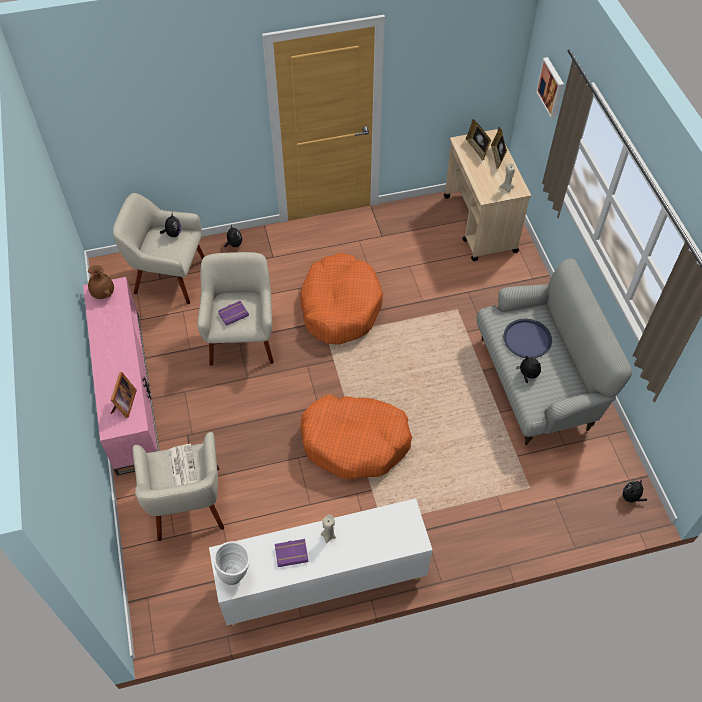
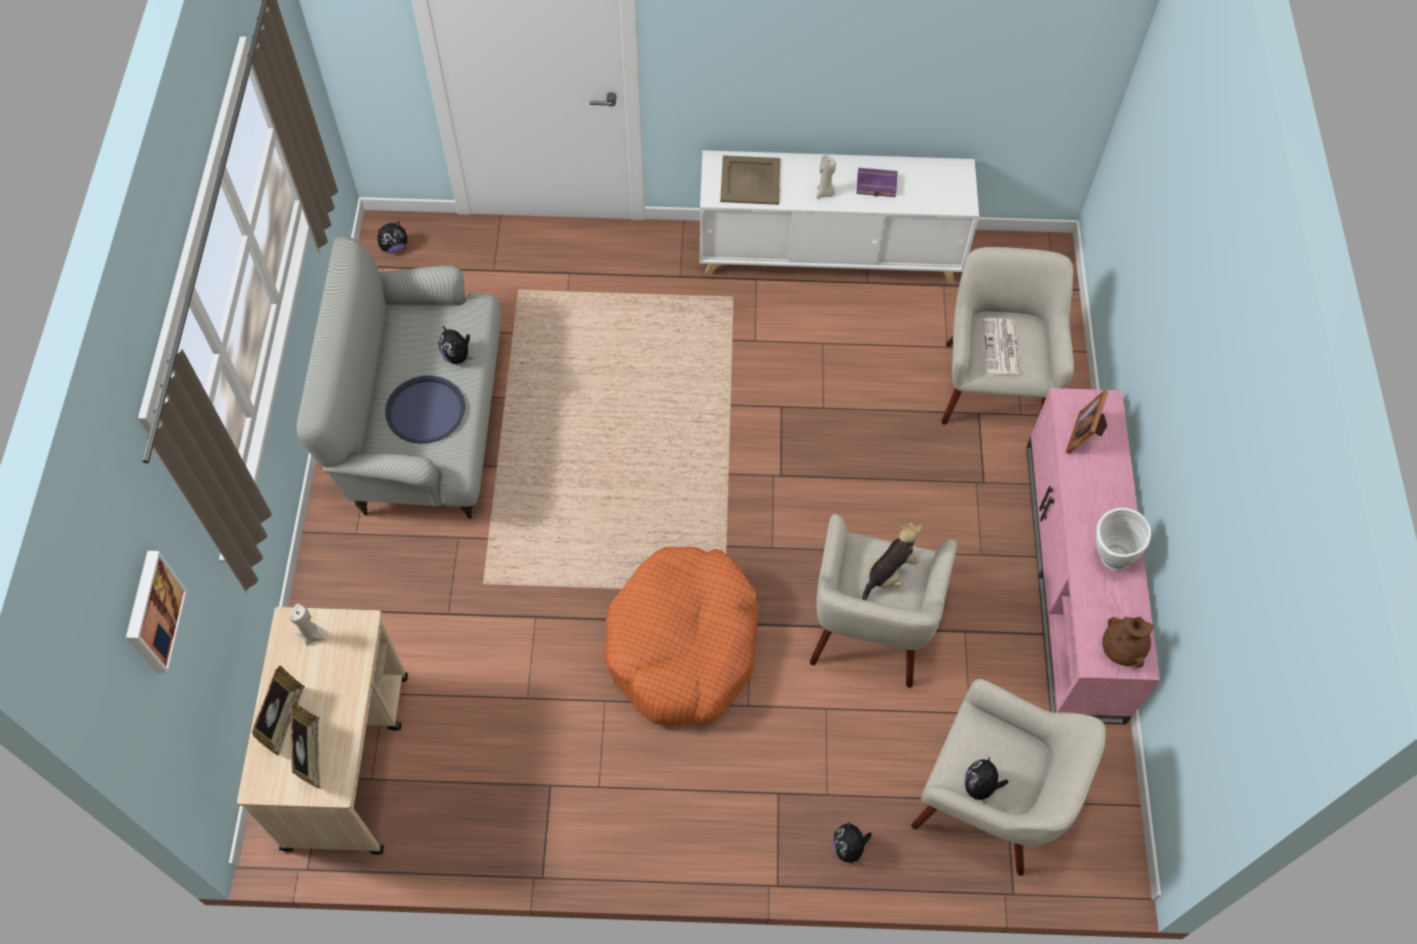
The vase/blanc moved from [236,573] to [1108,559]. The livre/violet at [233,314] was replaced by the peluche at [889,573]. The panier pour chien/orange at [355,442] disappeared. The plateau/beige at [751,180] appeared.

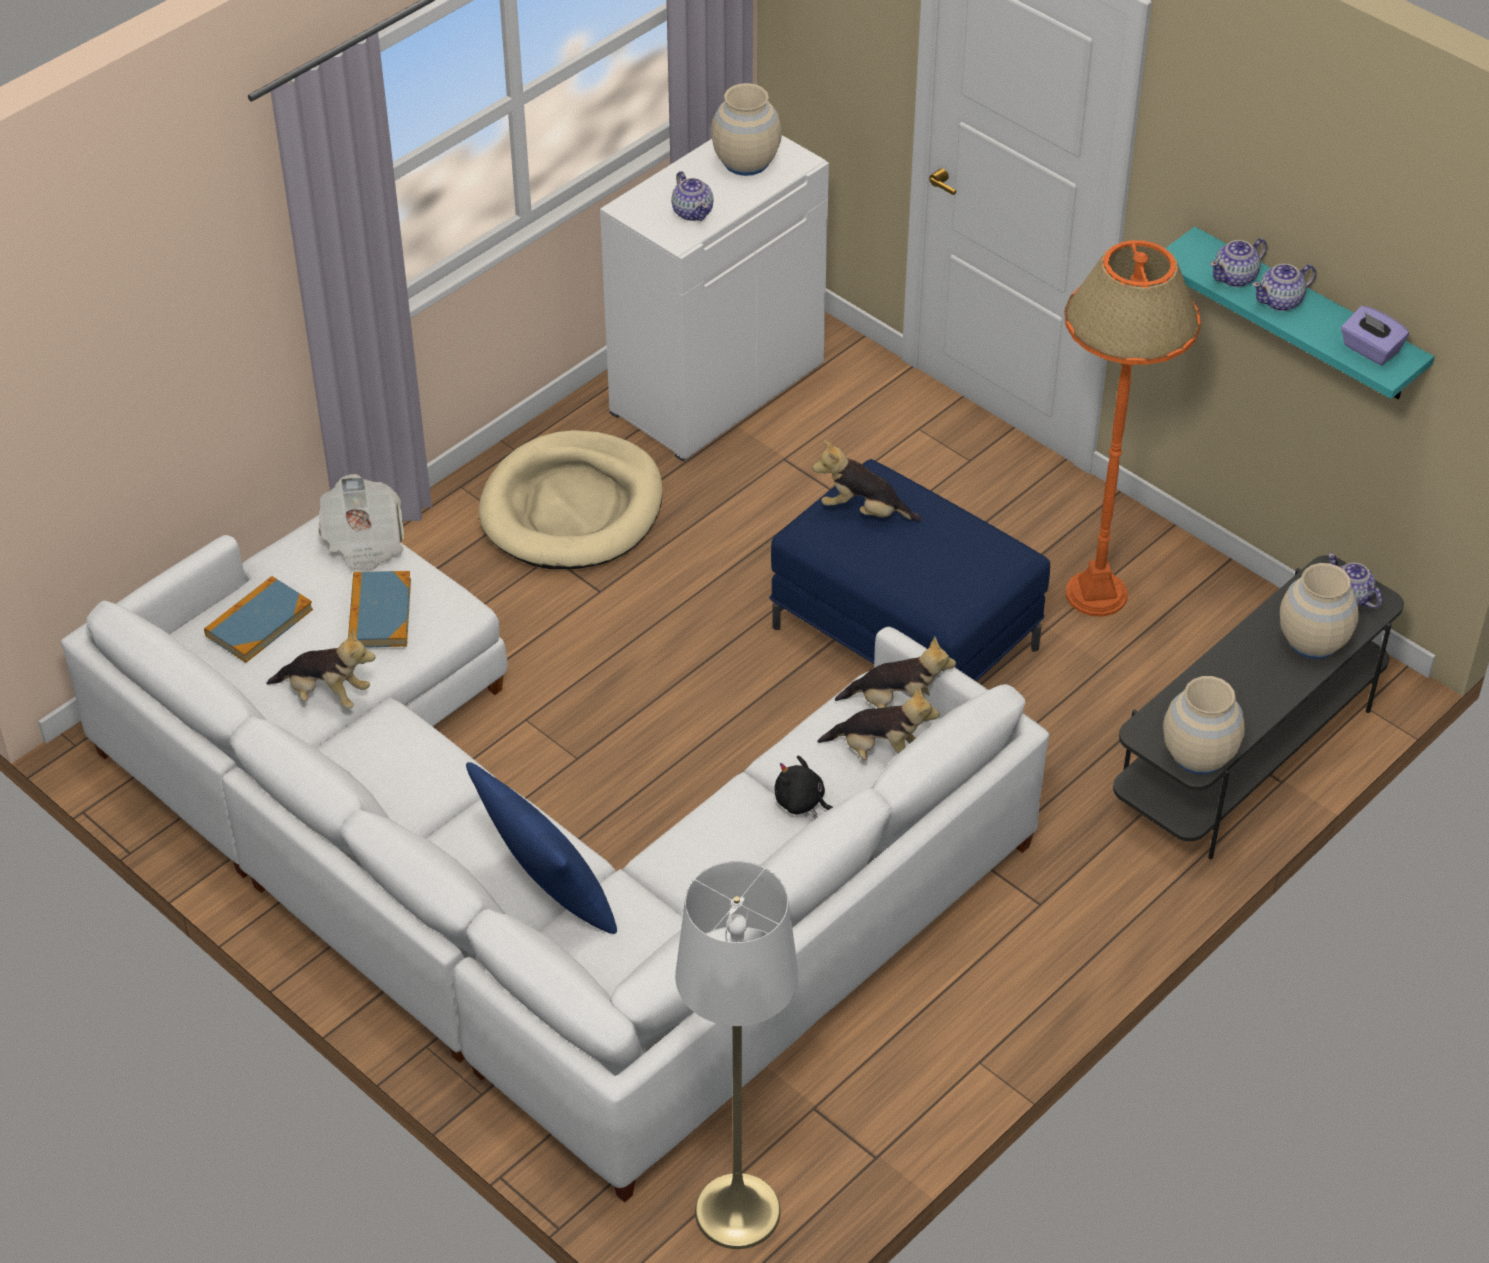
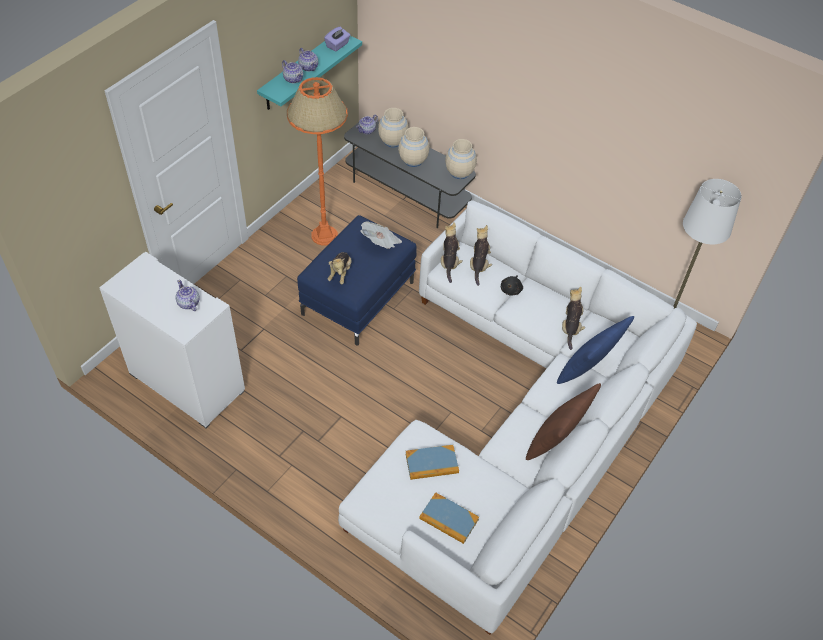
The peluche moved from [325,694] to [570,327]. The journal moved from [364,542] to [381,243]. The panier pour chien/beige at [572,508] disappeared. The théière at [692,212] turned 90 degrees counterclockwise. The vase/beige moved from [746,162] to [413,160]. The coussin/marron at [555,440] appeared.

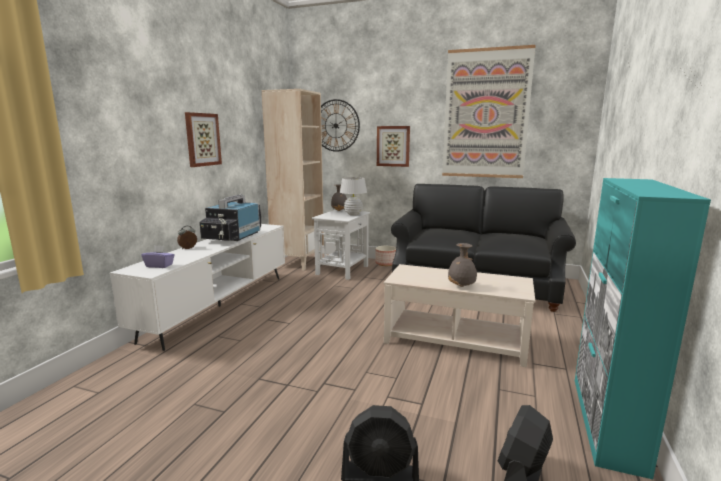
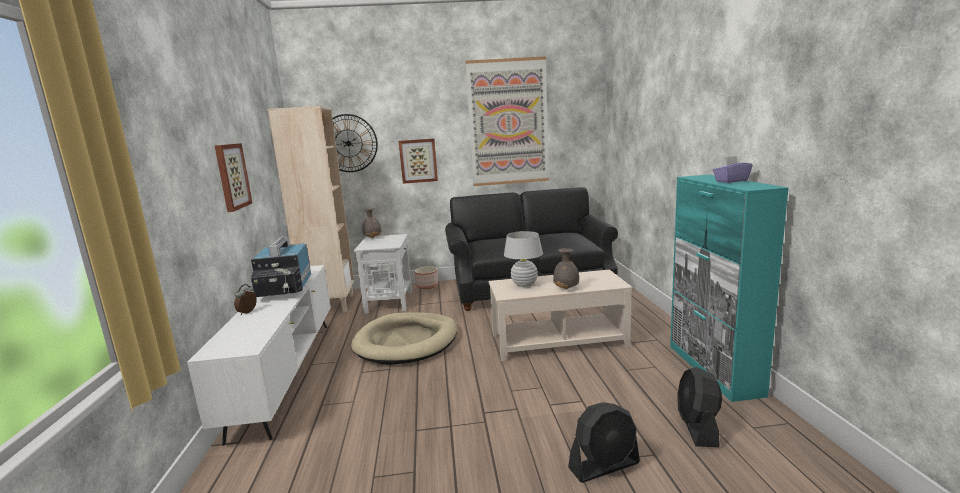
The boîte à mouchoirs/violet moved from [159,265] to [731,181]. The lampe de table/blanc moved from [353,214] to [524,284]. The panier pour chien/beige at [406,342] appeared.

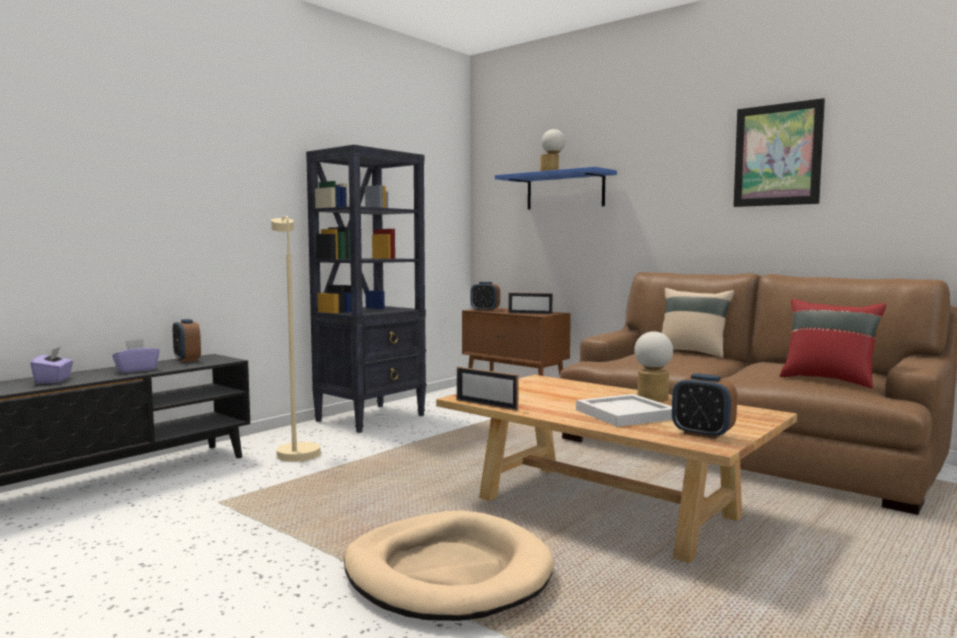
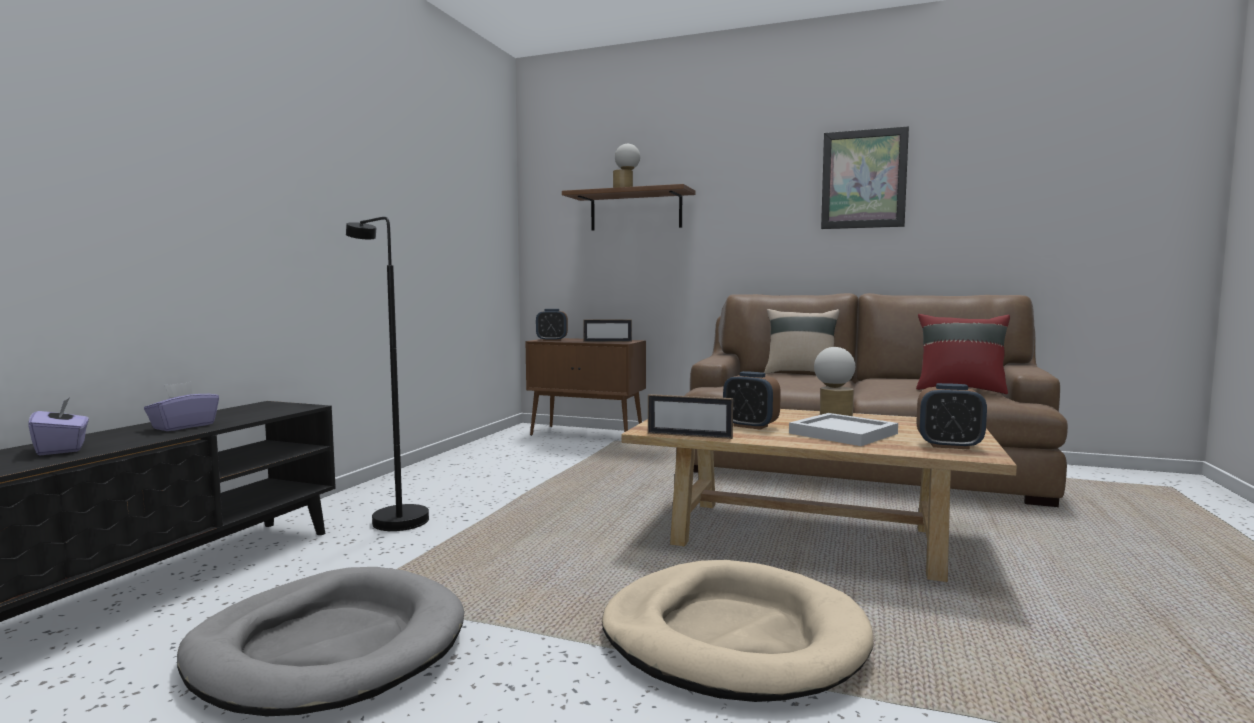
The réveil moved from [187,359] to [750,426]. The lampadaire/beige at [295,451] became the lampadaire/noir at [392,518]. The bibliothèque/noir at [371,418] disappeared. The étagère/bleu at [565,191] became the étagère/marron at [635,211]. The panier pour chien/gris at [329,647] appeared.

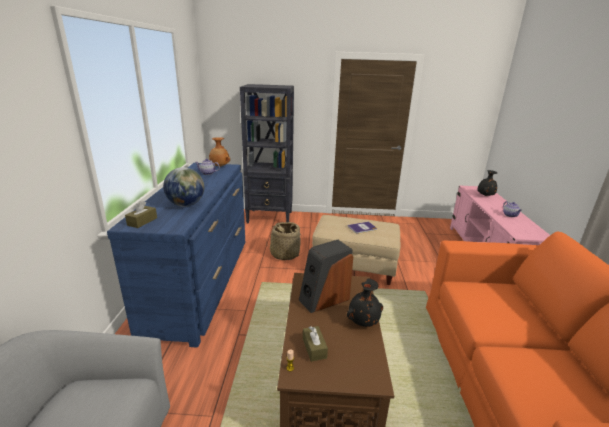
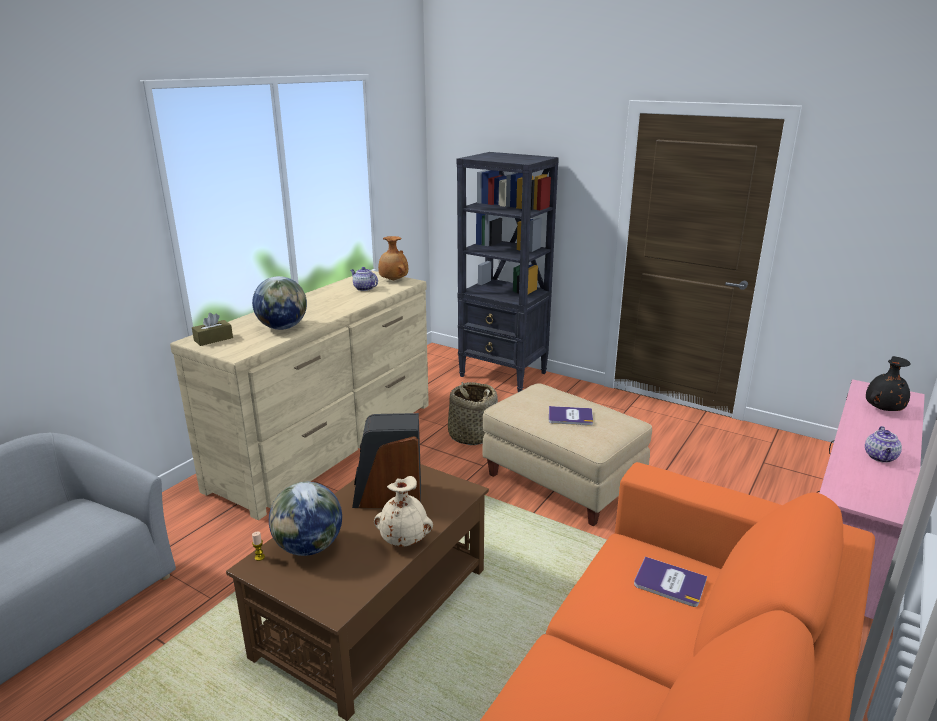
The commode/bleu at [201,282] became the commode/beige at [328,444]. The boîte à mouchoirs/marron at [314,348] was replaced by the globe at [309,547]. The vase/noir at [363,321] became the vase/beige at [404,539]. The livre at [669,582] appeared.

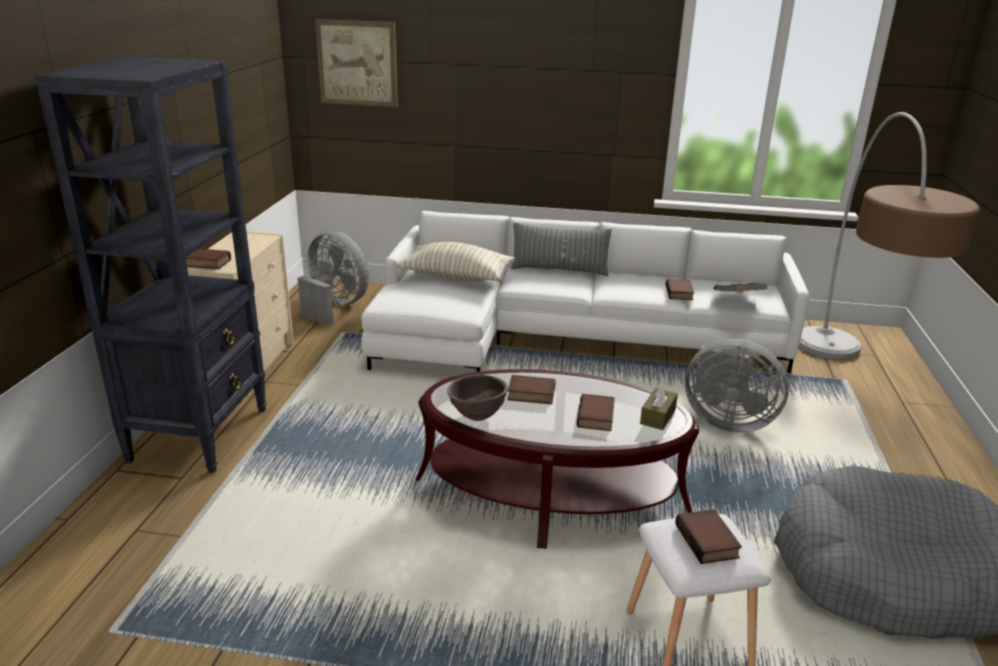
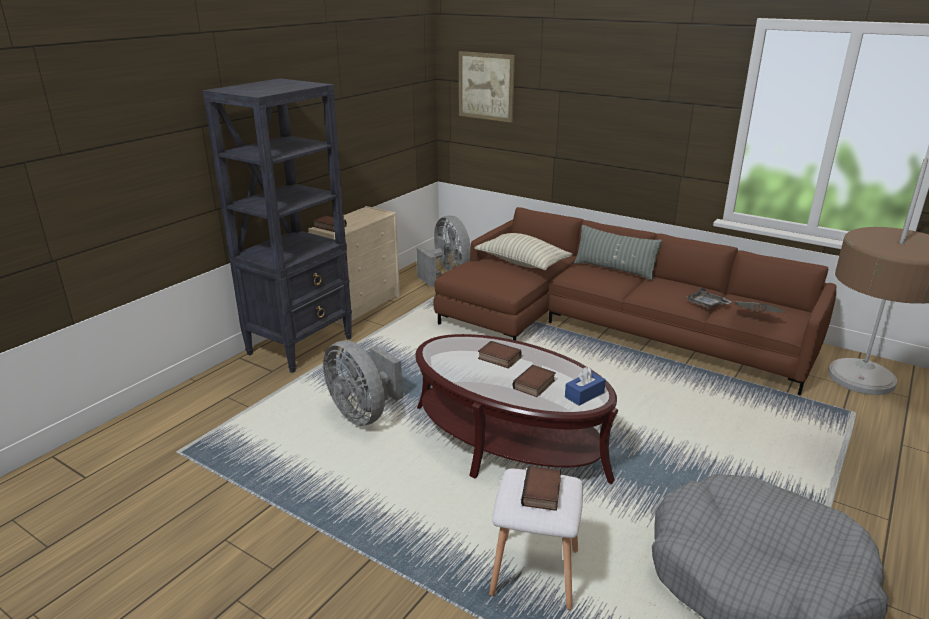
The canapé/blanc at [564,336] became the canapé/marron at [610,326]. The bol/marron at [477,416] disappeared. The boîte à mouchoirs/marron at [658,416] became the boîte à mouchoirs/bleu at [584,395]. The livre at [680,293] was replaced by the plateau/gris at [706,304]. The ventilateur/gris moved from [726,421] to [363,414].

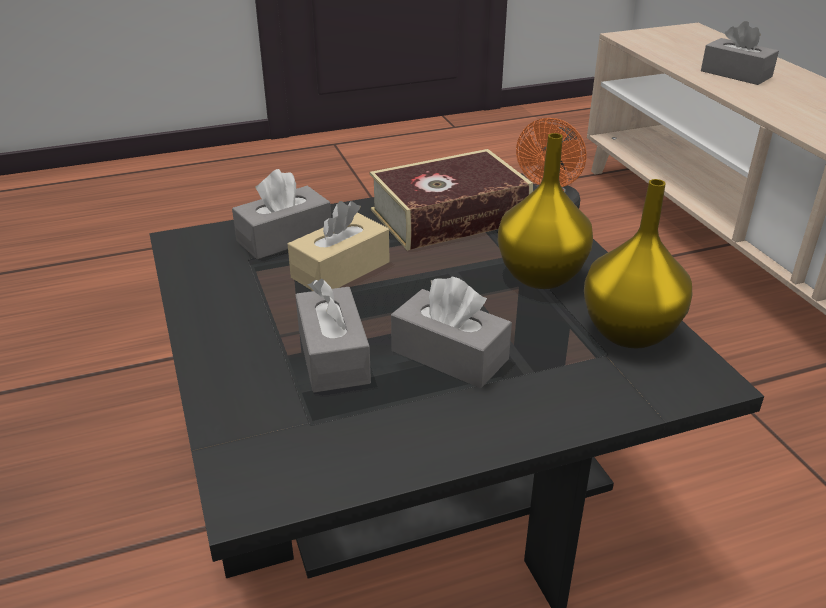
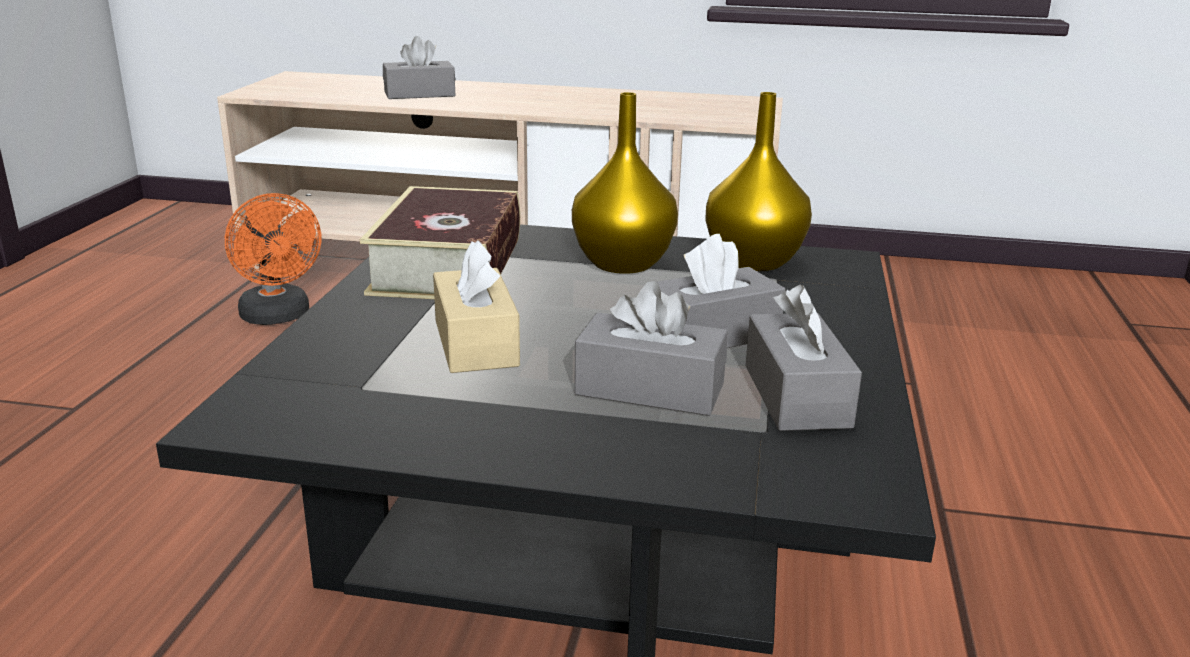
The boîte à mouchoirs/gris moved from [284,237] to [796,396].

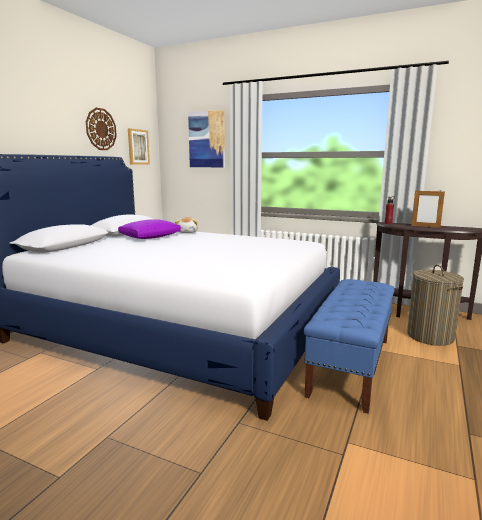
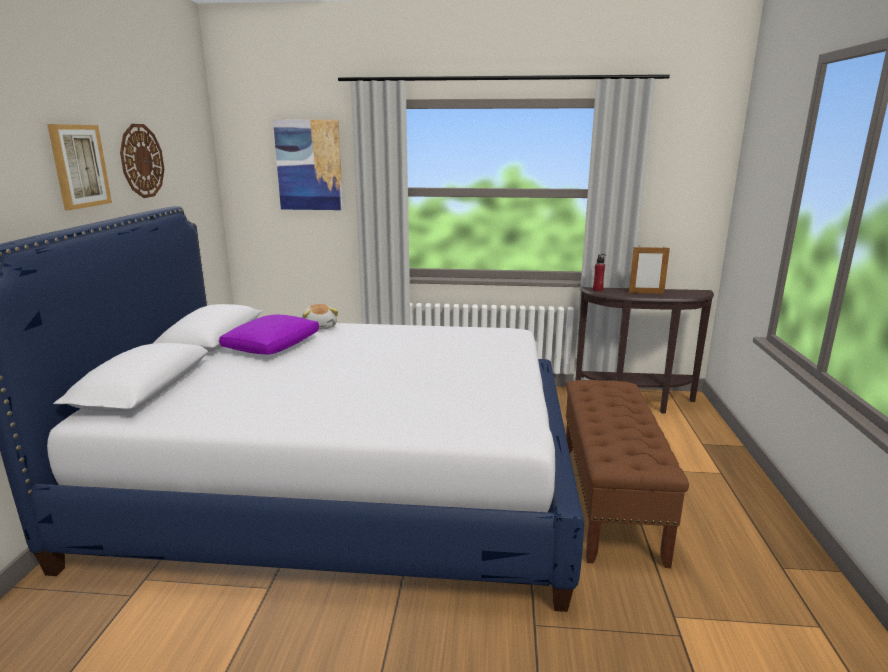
The tableau moved from [138,147] to [79,166]. The banc/bleu at [351,365] became the banc/marron at [609,500]. The panier à linge at [430,336] disappeared.

